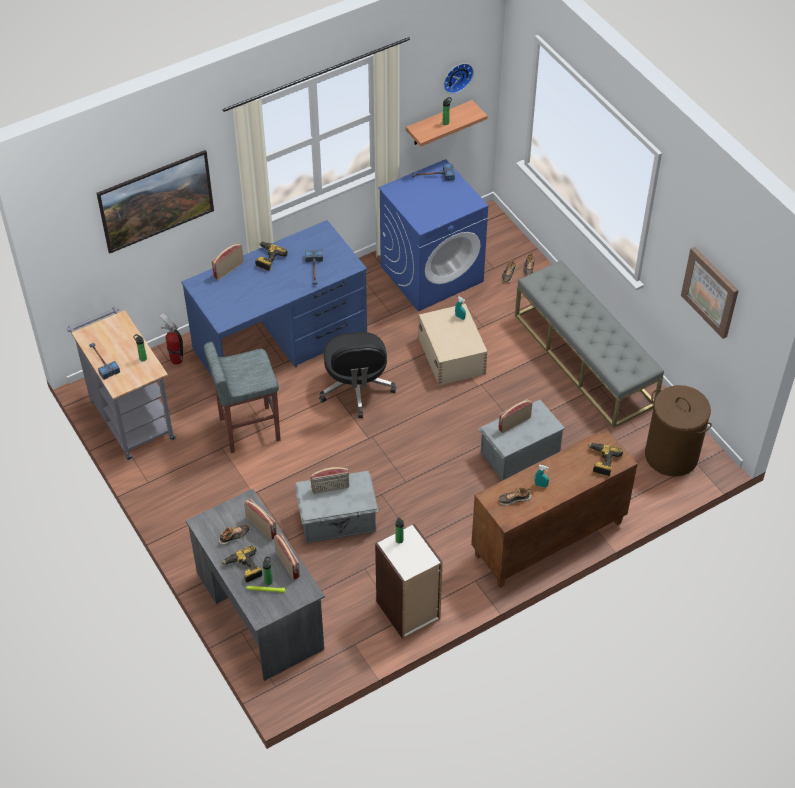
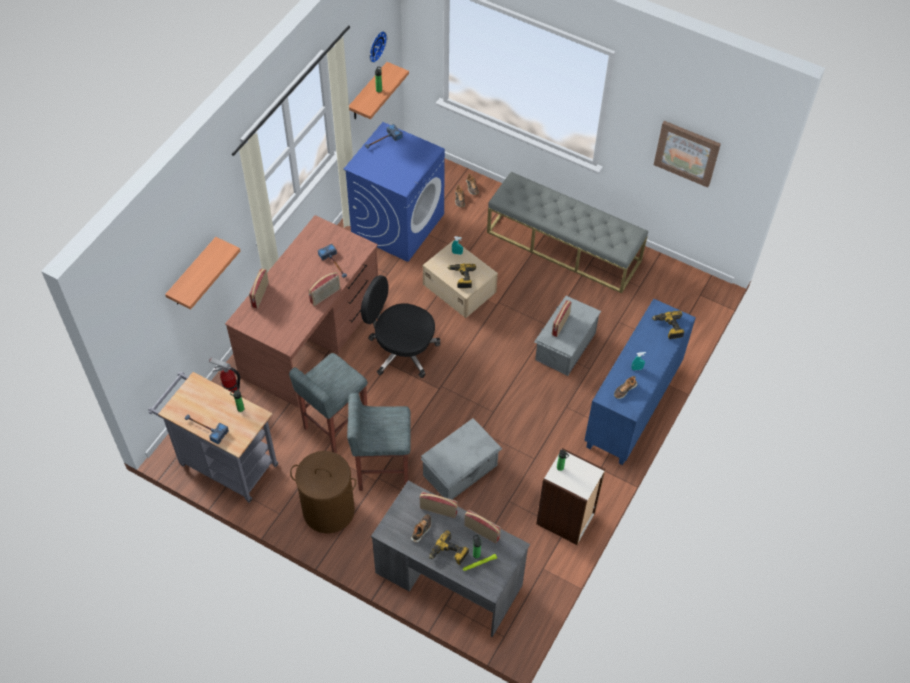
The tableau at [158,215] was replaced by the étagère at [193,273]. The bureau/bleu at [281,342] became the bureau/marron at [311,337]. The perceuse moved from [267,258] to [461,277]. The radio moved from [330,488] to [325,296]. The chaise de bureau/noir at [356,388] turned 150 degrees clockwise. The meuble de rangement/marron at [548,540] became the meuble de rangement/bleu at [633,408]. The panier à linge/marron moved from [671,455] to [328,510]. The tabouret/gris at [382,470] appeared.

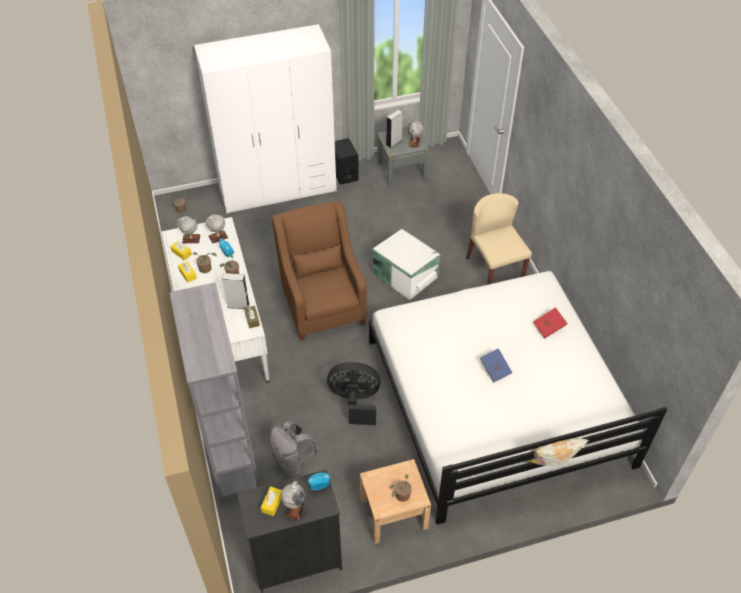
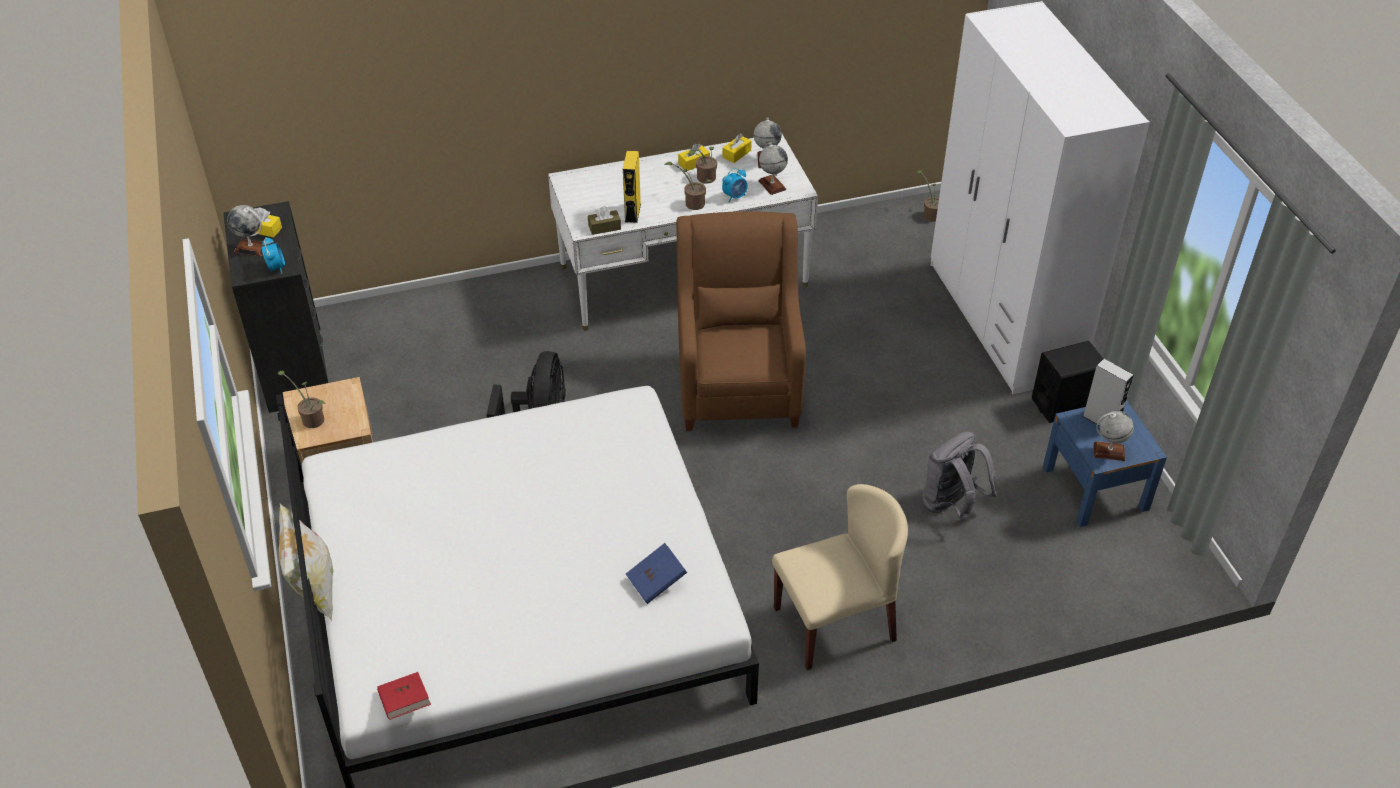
The bibliothèque/gris at [231,455] disappeared. The enceinte/gris at [238,305] became the enceinte/jaune at [632,212]. The sac à dos/gris moved from [293,461] to [951,505]. The fauteuil/marron at [322,303] turned 75 degrees counterclockwise. The boîte de rangement/blanc at [405,275] disappeared. The table de chevet/gris at [402,170] became the table de chevet/bleu at [1095,488]. The livre/bleu moved from [495,369] to [656,582]. The livre/rouge moved from [549,327] to [405,704].

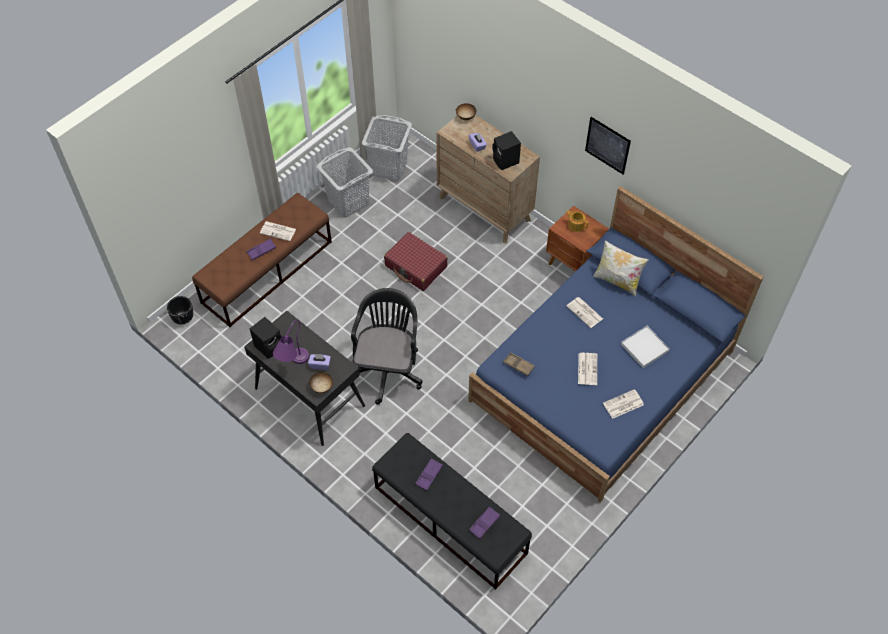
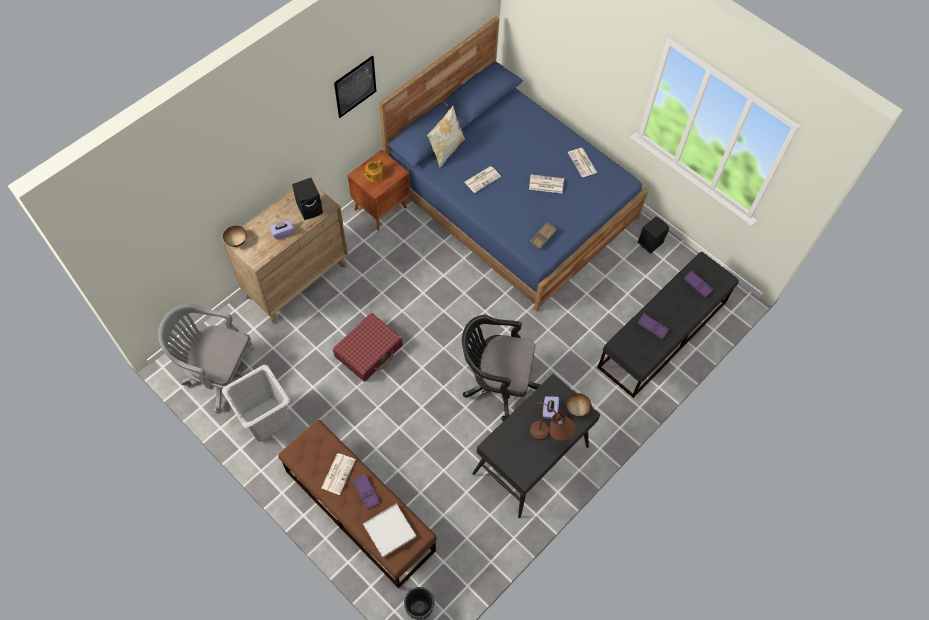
The enceinte/noir moved from [269,346] to [649,242]. The lampe de table/violet at [293,365] became the lampe de table/marron at [550,438]. The panier à linge/gris at [389,167] was replaced by the chaise de bureau/gris at [220,373]. The plateau/blanc moved from [644,348] to [390,531].

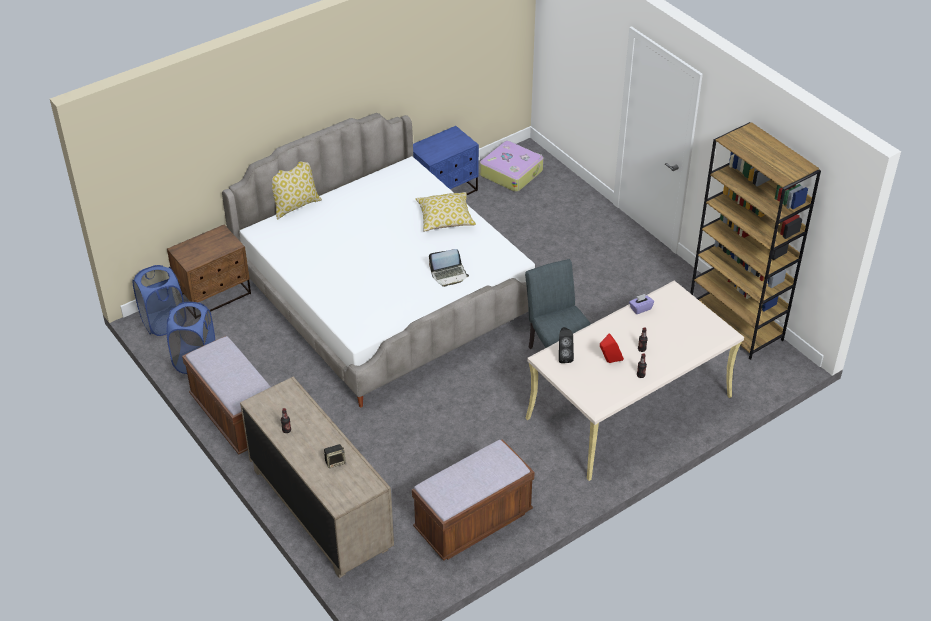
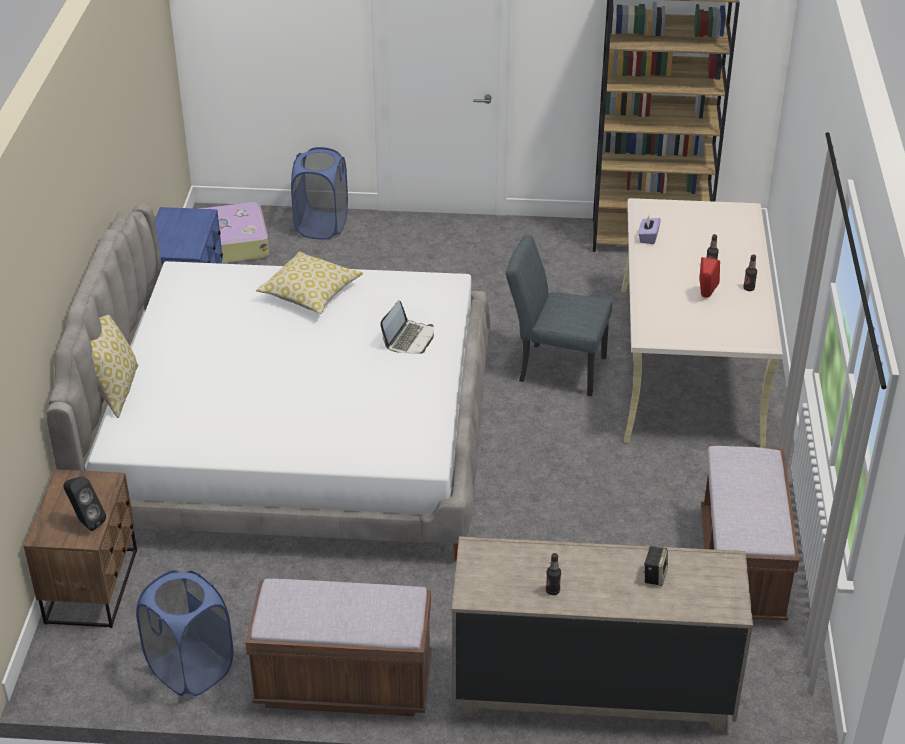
The panier à linge/bleu moved from [164,322] to [322,226]. The enceinte/noir moved from [564,356] to [86,522].

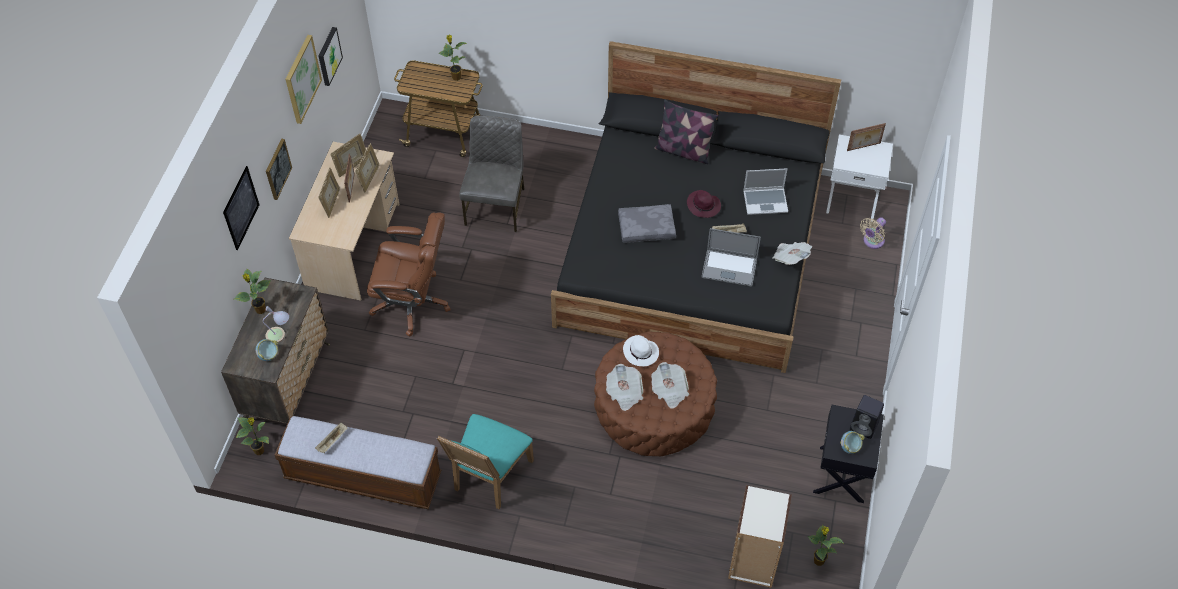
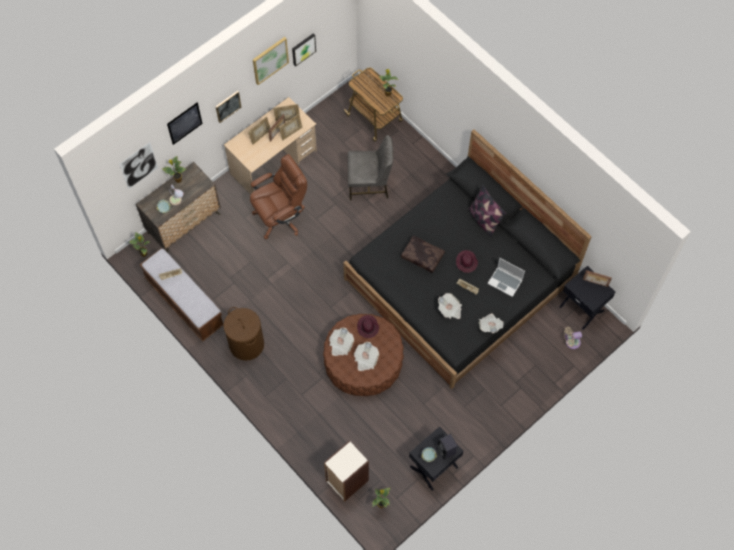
The chaise de bureau/marron at [413,302] turned 75 degrees counterclockwise. The chaise/turquoise at [489,477] was replaced by the panier à linge/marron at [246,344]. The chaise/gris at [496,206] turned 45 degrees clockwise. The coussin/gris at [647,227] became the coussin/marron at [423,256]. The chapeau/blanc at [641,352] became the chapeau/violet at [368,327]. The ordinateur portable at [729,268] was replaced by the journal at [450,310]. The table de chevet/blanc at [852,199] became the table de chevet/noir at [582,308]. The tableau at [139,165] appeared.

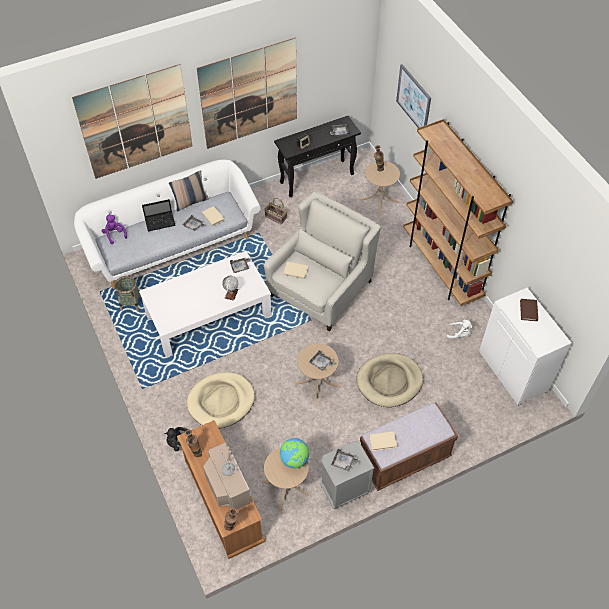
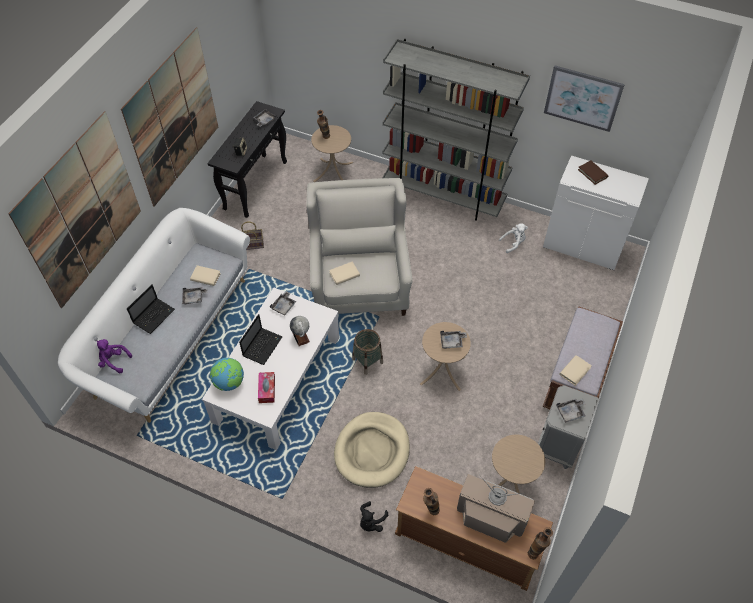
The panier moved from [131,303] to [367,361]. The coussin at [190,202] disappeared. The globe moved from [294,459] to [229,382]. The panier pour chien/beige at [389,381] disappeared. The tableau moved from [414,99] to [582,98]. The bibliothèque/marron at [441,267] became the bibliothèque/gris at [443,196]. The ordinateur portable at [262,346] appeared. The boîte à mouchoirs at [267,390] appeared.

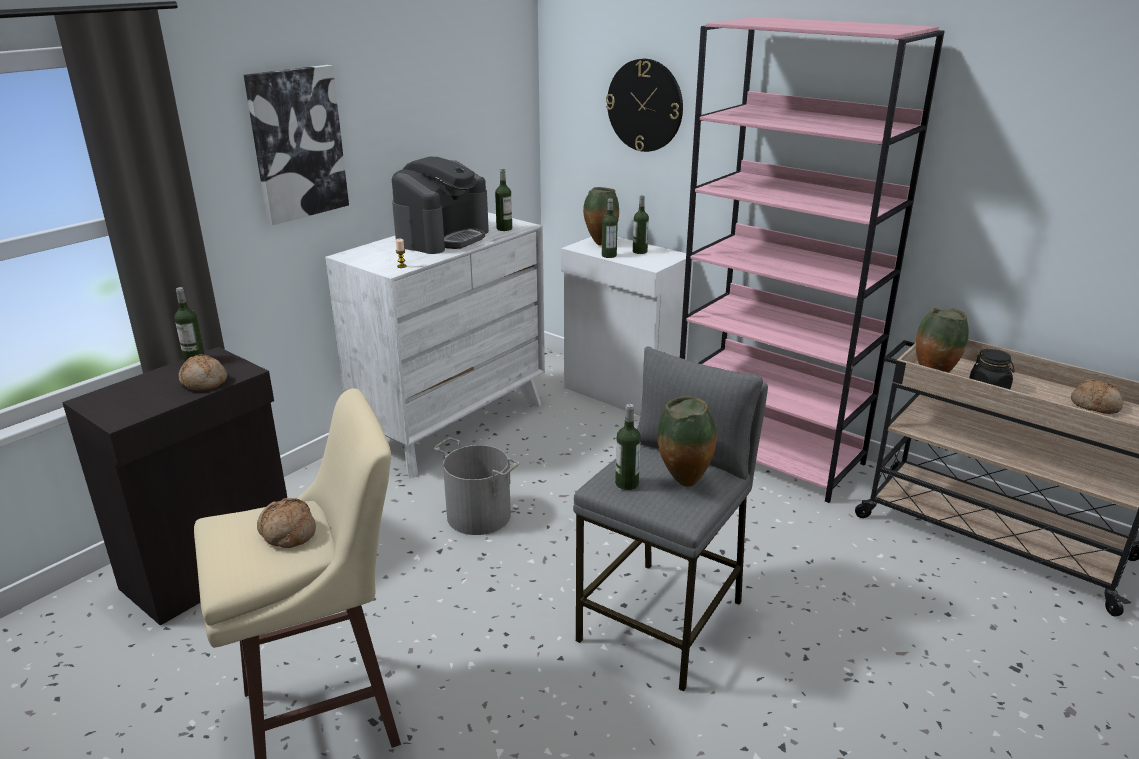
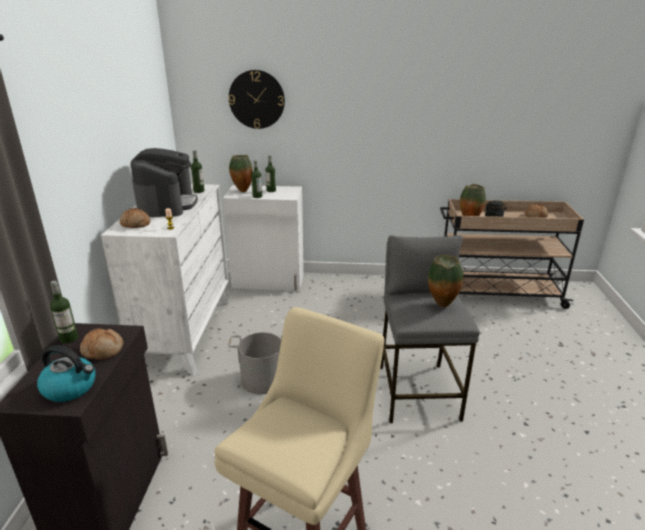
The tableau at [297,144] disappeared. The pain moved from [287,533] to [135,224]. The bouteille at [626,483] disappeared. The bibliothèque/rose at [769,453] disappeared. The bouilloire at [71,388] appeared.

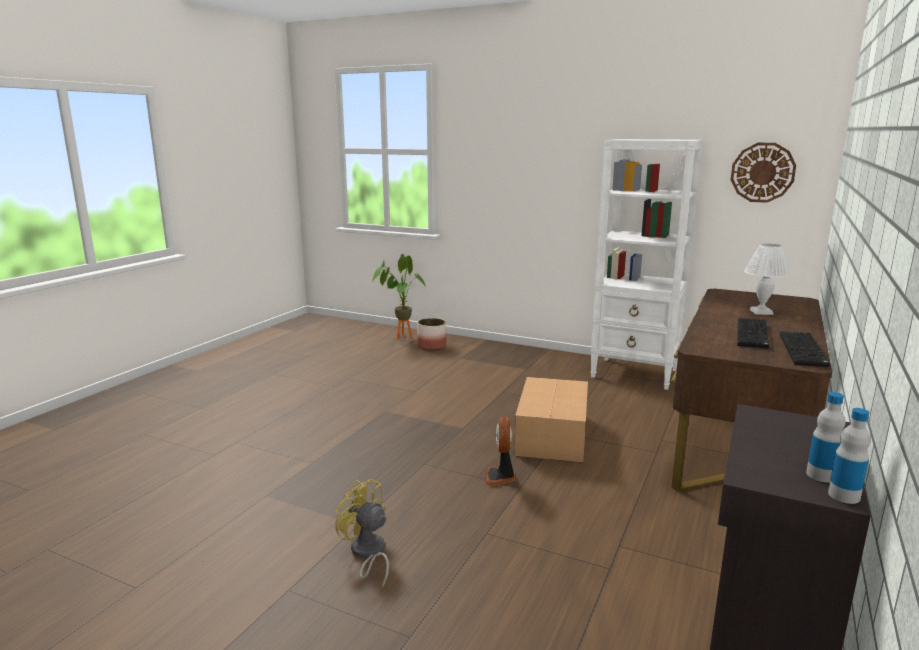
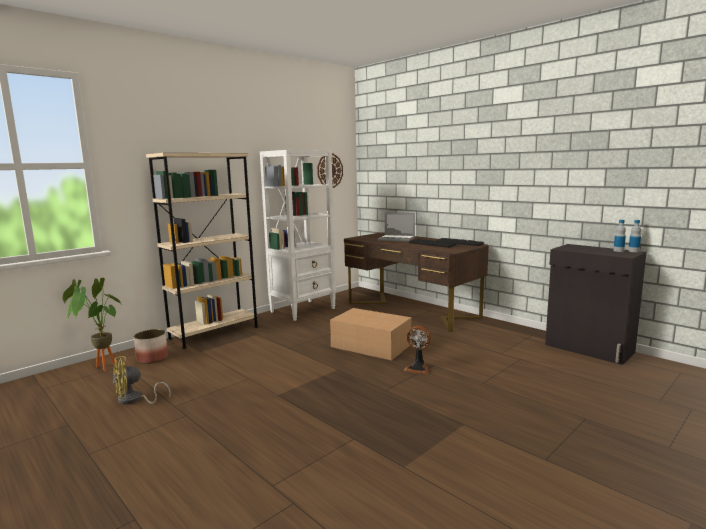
The ventilateur/jaune moved from [367,554] to [134,400]. The lampe de table/blanc at [761,312] was replaced by the ordinateur portable at [397,239]. The bibliothèque/beige at [214,333] appeared.

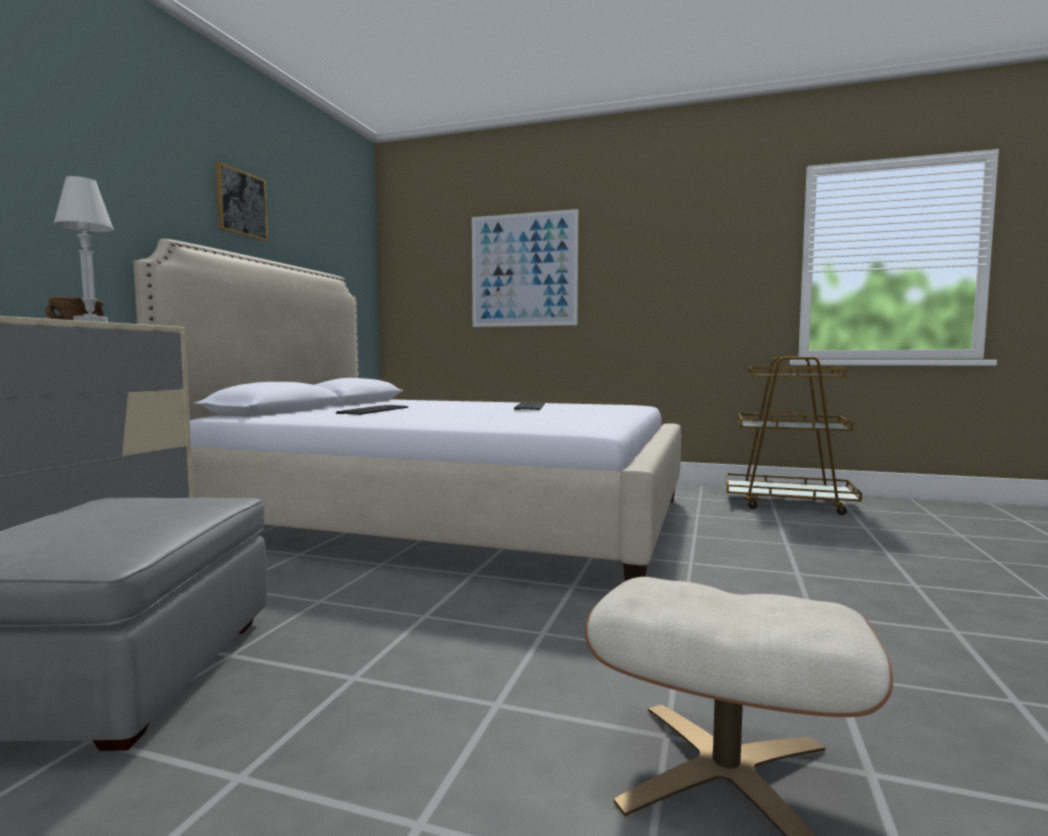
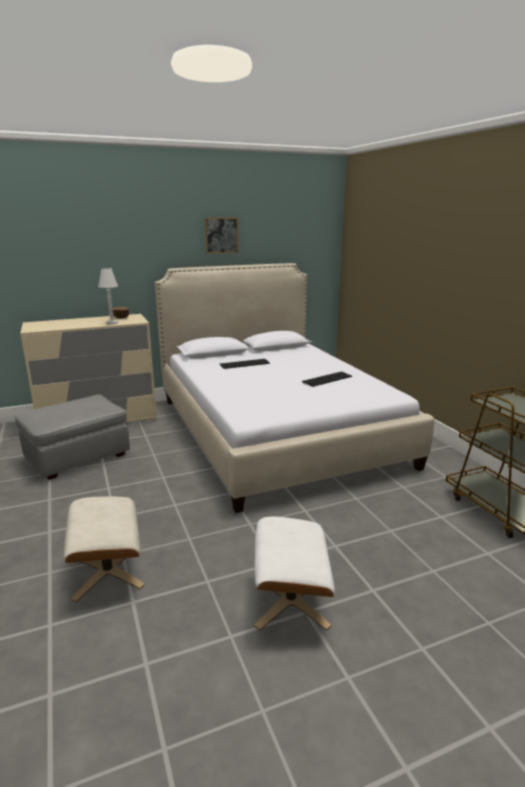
The tableau at [523,270] disappeared. The pouf/blanc at [290,601] appeared.

